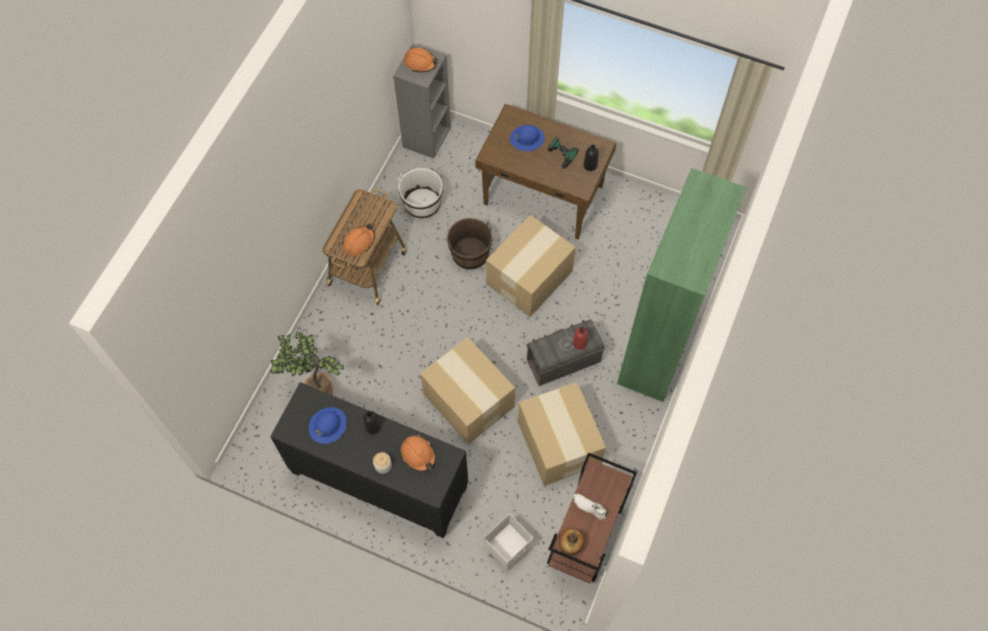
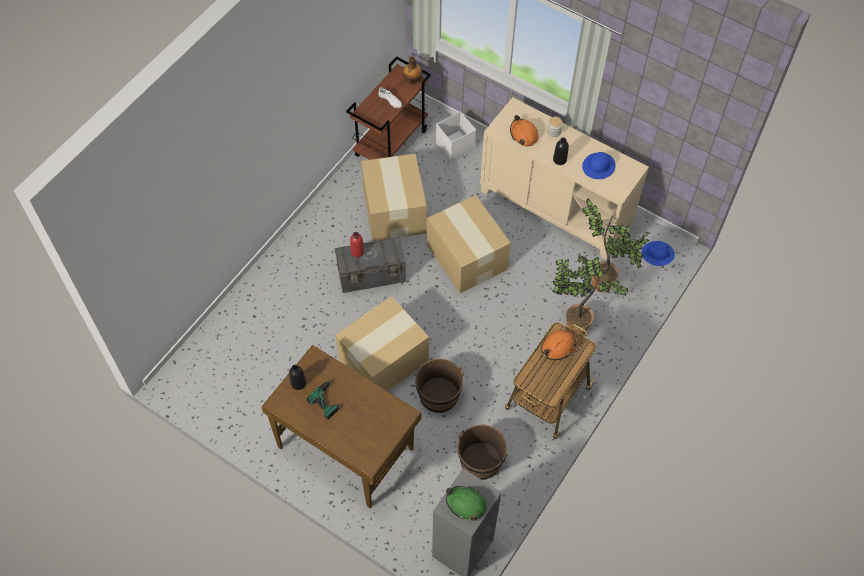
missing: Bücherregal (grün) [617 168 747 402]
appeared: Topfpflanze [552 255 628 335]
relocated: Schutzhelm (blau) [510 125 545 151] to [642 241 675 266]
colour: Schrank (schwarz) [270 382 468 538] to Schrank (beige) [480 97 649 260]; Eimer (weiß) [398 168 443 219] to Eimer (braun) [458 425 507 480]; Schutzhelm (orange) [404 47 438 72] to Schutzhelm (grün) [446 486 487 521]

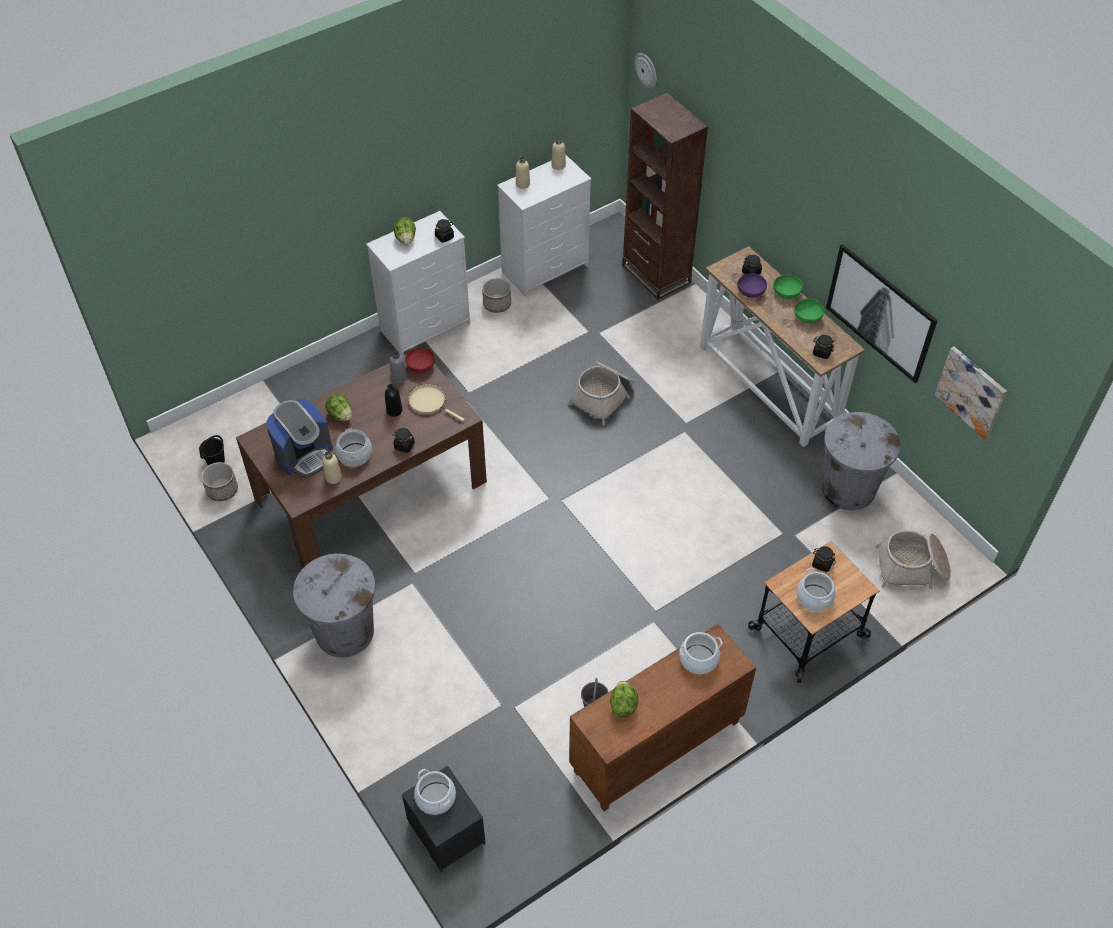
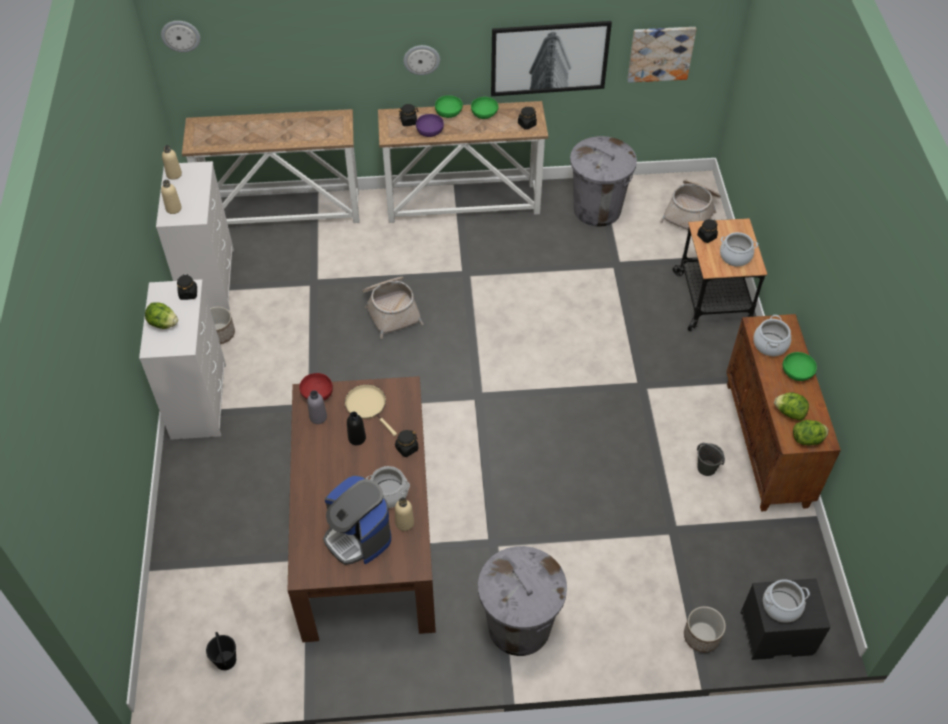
appeared: Wanduhr [403 45 440 75]; Schüssel (grün) [783 352 817 381]
relocated: Pflanzkübel [201 462 238 501] to [684 606 726 653]; Salatkopf [326 393 352 421] to [793 420 829 445]
exchanged: Bücherregal (braun) [622 92 708 299] to Konsolentisch [182 109 359 224]
spun: Kaffeemaschine [266 399 333 478] = [323 475 391 565] 150 degrees clockwise; Pfanne (beige) [408 384 465 422] = [345 384 397 436] 75 degrees clockwise

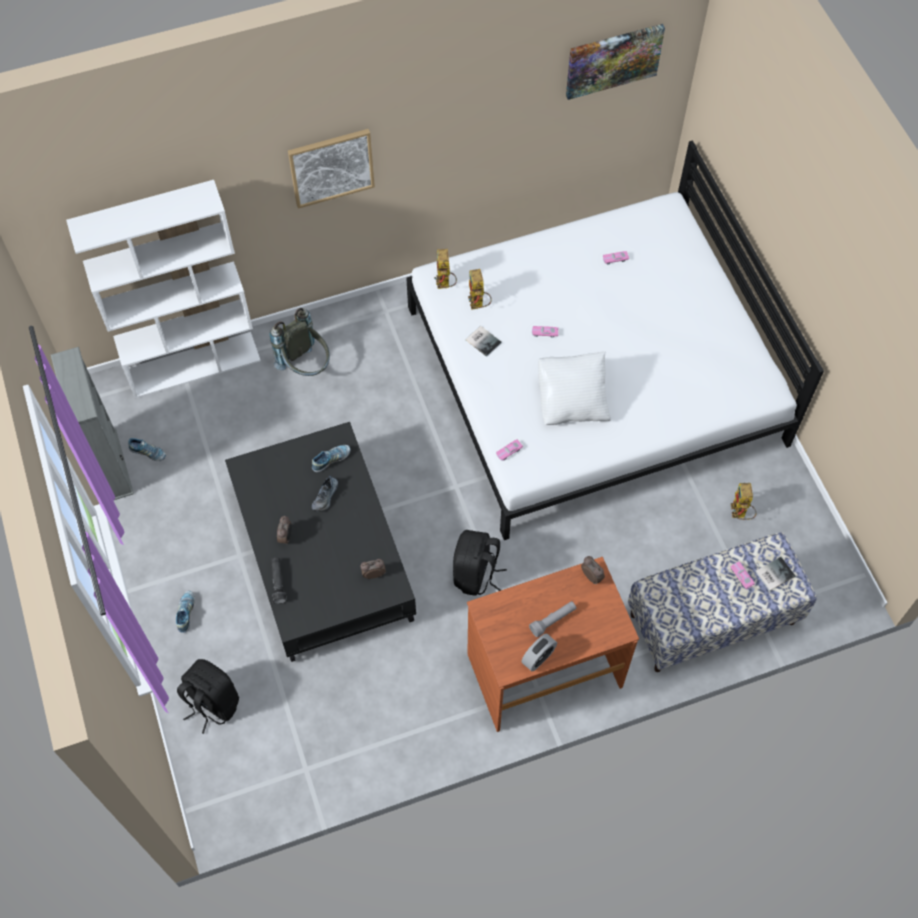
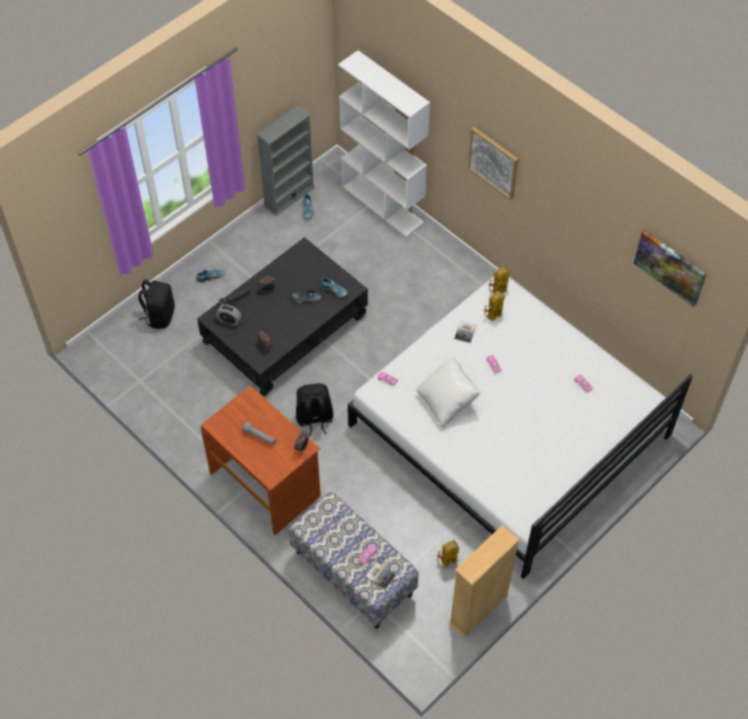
missing: Rucksack (grau) [269 308 330 376]
appeared: Bücherregal (beige) [449 525 520 638]
relocated: Wecker [521 633 557 671] to [216 304 242 326]

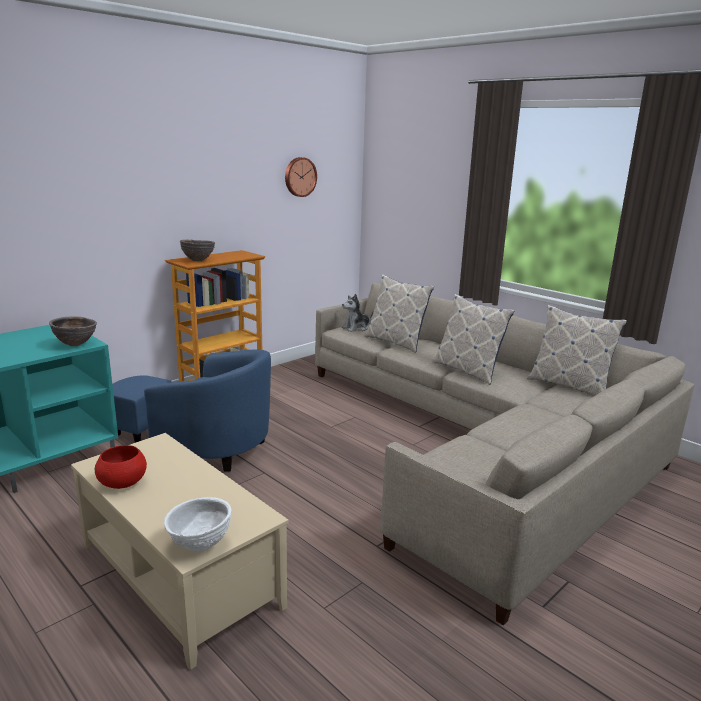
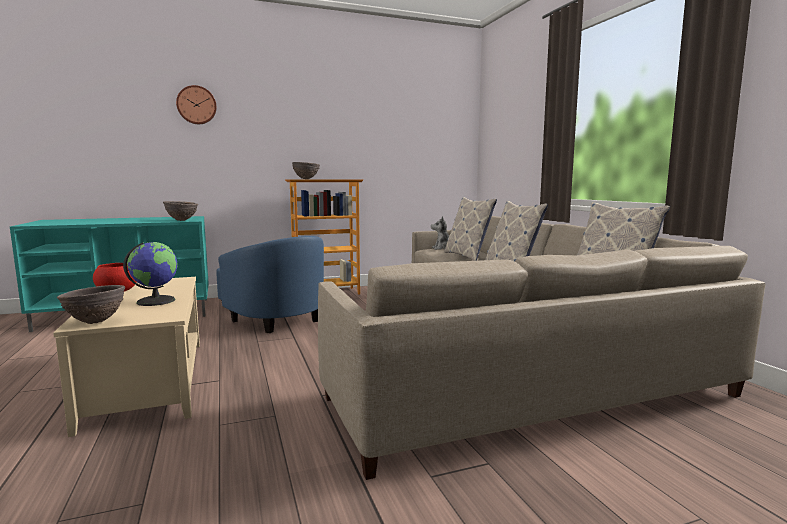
appeared: Globus [123 242 178 306]
relocated: Wanduhr [285 157 317 197] to [176 85 216 124]
colour: Schüssel (weiß) [164 497 232 552] to Schüssel (braun) [57 285 125 324]

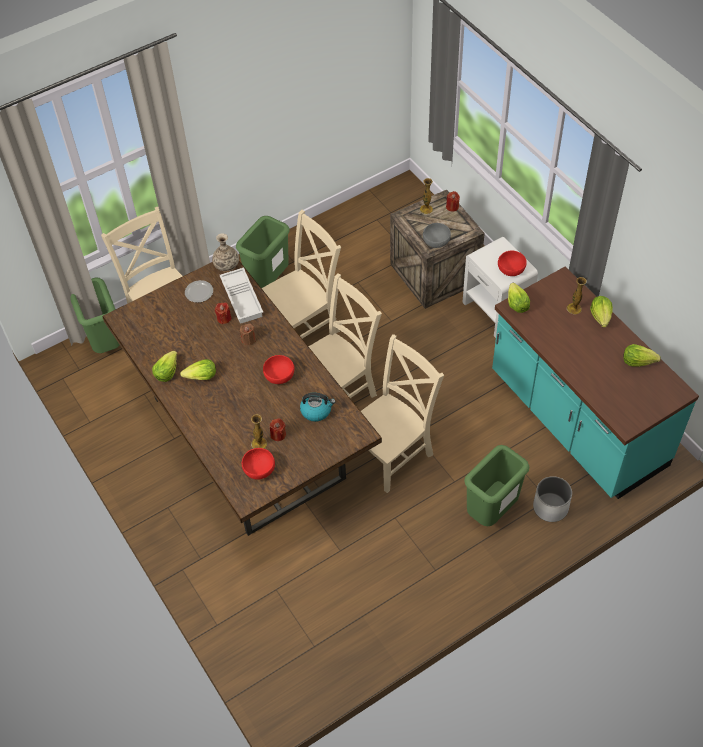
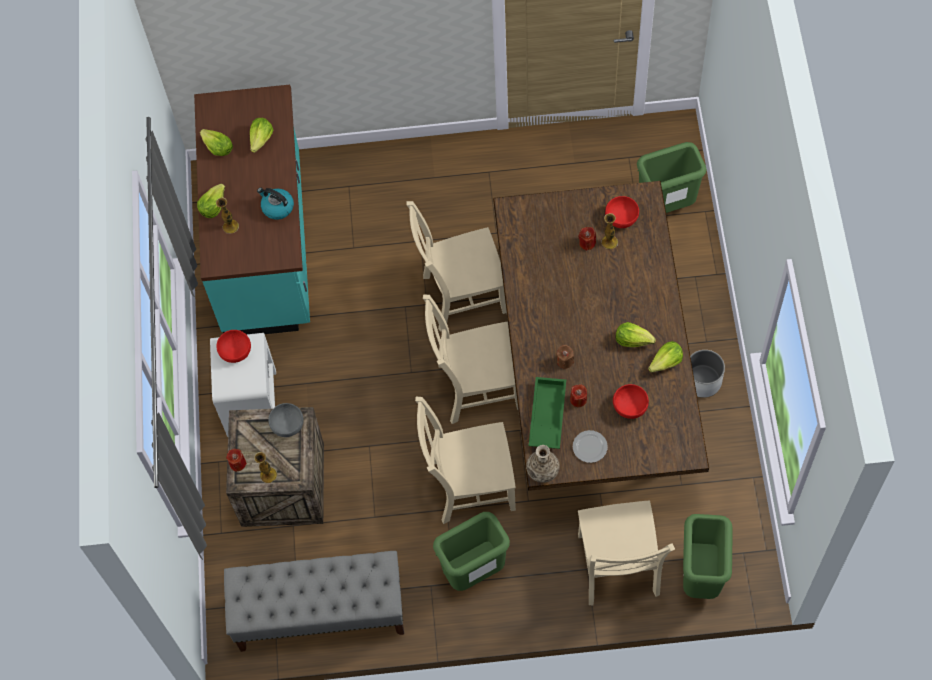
appeared: Bank (grau) [224 551 404 652]
relocated: Schüssel (rot) [263 355 294 384] to [613 384 649 419]; Wasserkessel [300 393 336 422] to [257 188 294 220]; Mülleimer (grün) [464 445 529 526] to [637 142 707 213]; Salatkopf [508 283 530 313] to [250 118 273 153]; Pflanzkübel (weiß) [533 476 572 522] to [690 350 725 398]
colour: Tablett (weiß) [219 267 263 324] to Tablett (grün) [529 377 566 449]

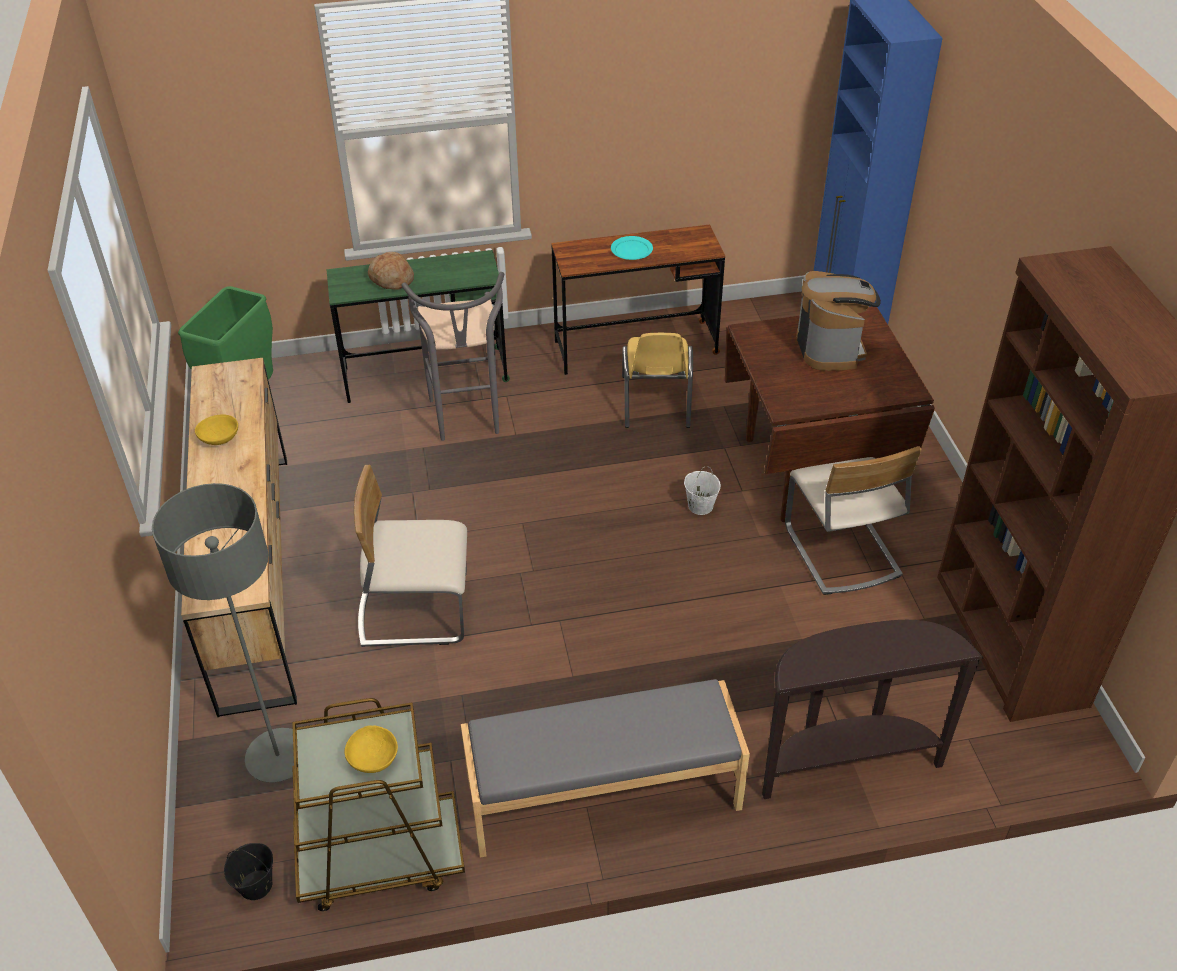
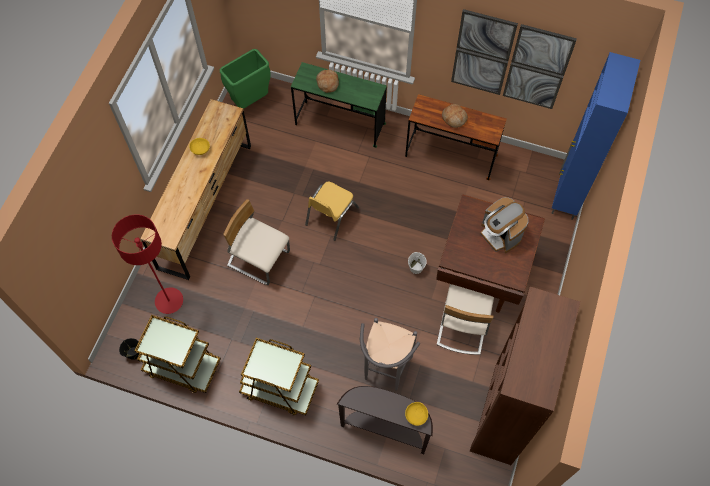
appeared: Bild [451 9 577 109]
relocated: Schüssel (gelb) [344 725 398 773] to [405 402 428 426]; Hocker (grau) [401 272 504 441] to [360 318 420 391]; Stuhl (gelb) [622 333 693 428] to [305 181 359 241]
exchanged: Bank (grau) [461 679 750 858] to Rollwagen (braun) [239 338 319 415]; Teller (türkis) [611 236 653 260] to Brot [442 104 468 128]
colour: Stehlampe (grau) [152 483 294 782] to Stehlampe (rot) [112 214 183 314]
spun: Kaffeemaschine [796 271 881 371] = [480 197 529 253] 120 degrees clockwise

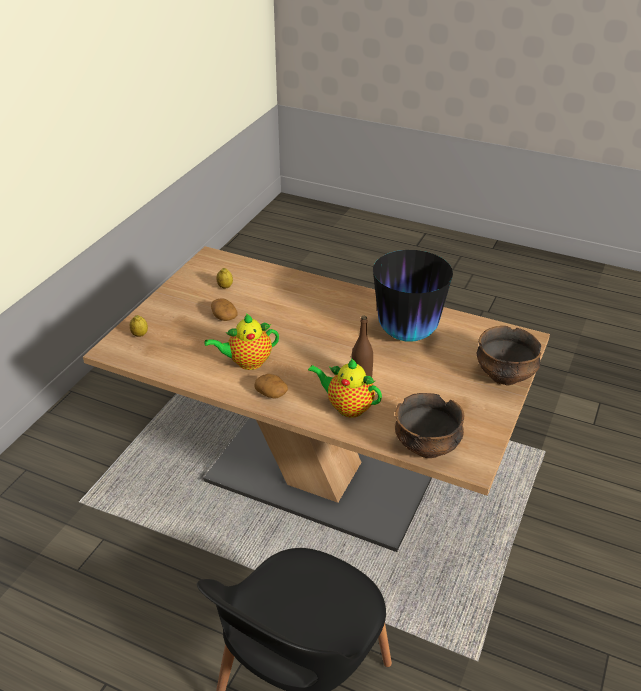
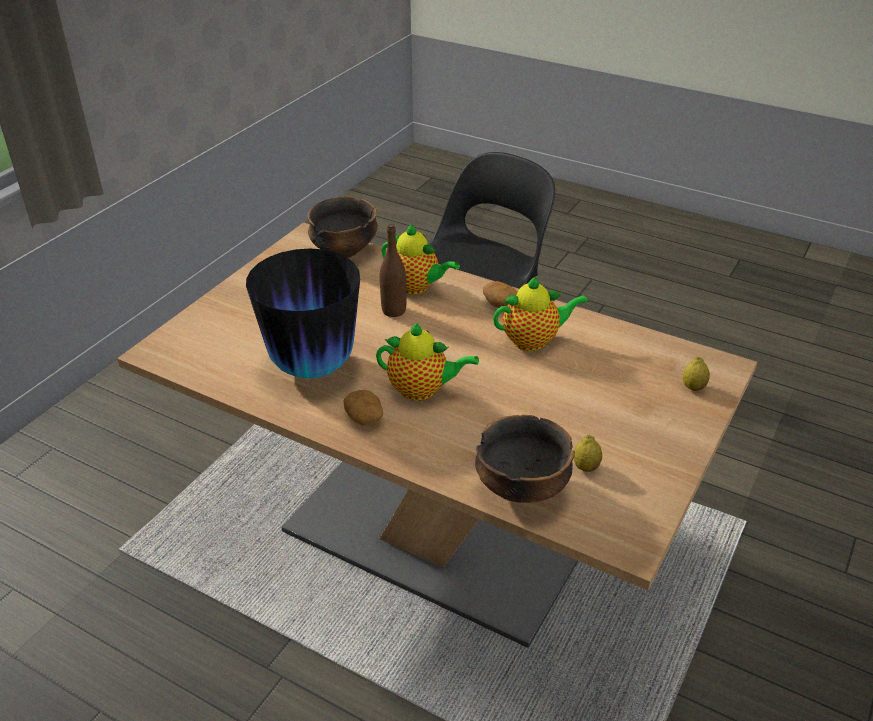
appeared: Teekanne [376 323 479 401]
relocated: Kartoffel [211 298 238 321] to [343 390 383 426]; Schüssel [476 326 541 385] to [475 415 575 503]

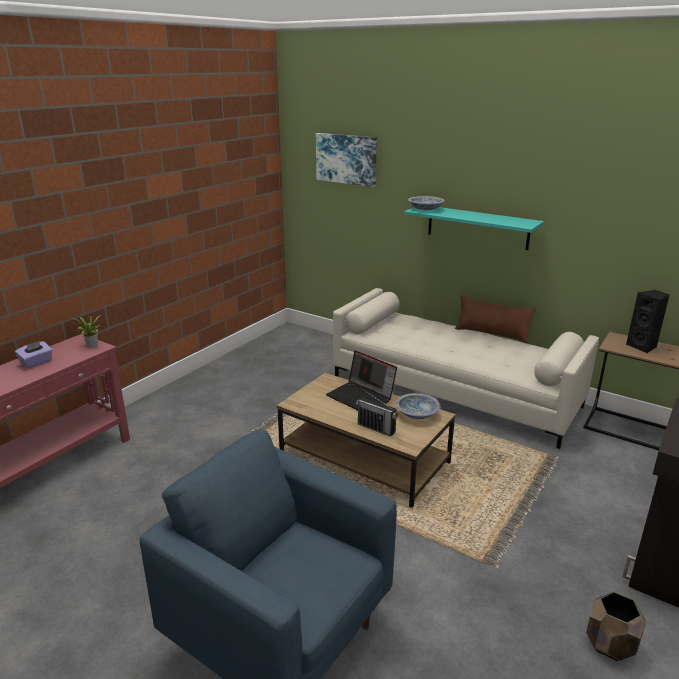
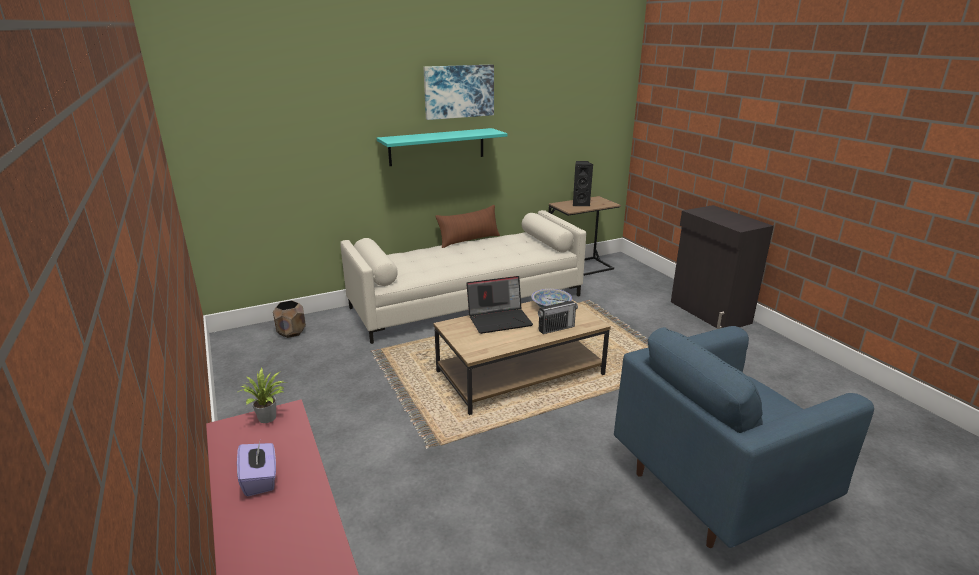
missing: Schüssel [408 196 445 210]
relocated: Bild [316 133 377 187] to [424 65 494 120]; Pflanzkübel (braun) [586 592 646 661] to [273 300 306 338]

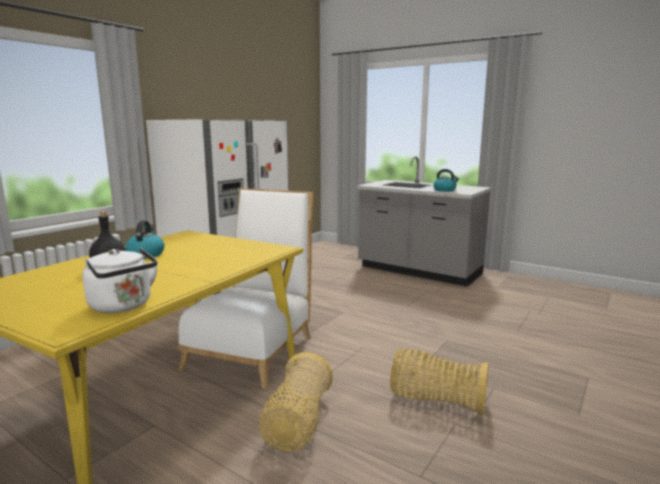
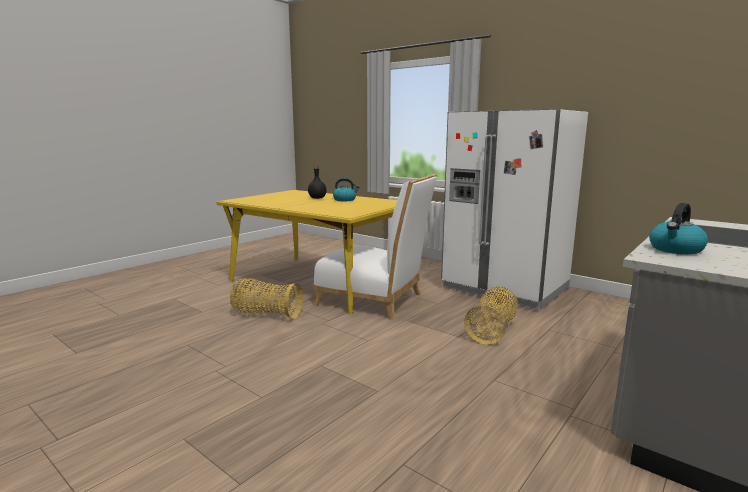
missing: Wasserkessel (weiß) [82 248 158 313]
relocated: Korb [390 349 489 416] to [464 286 518 345]

